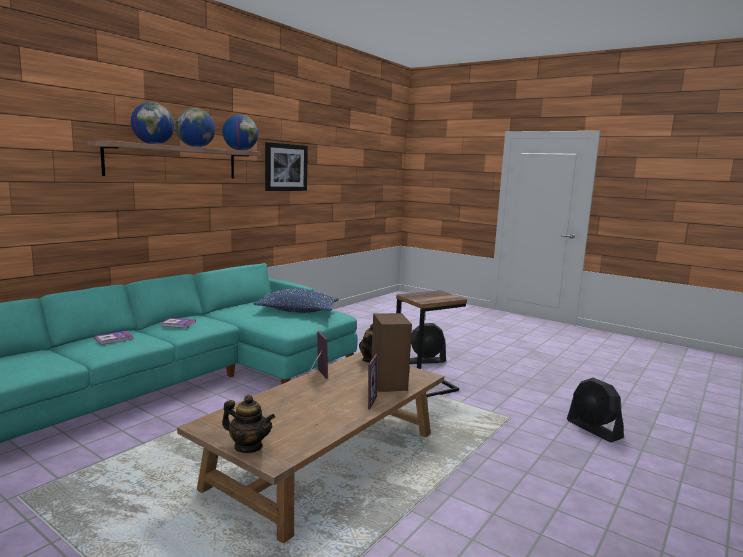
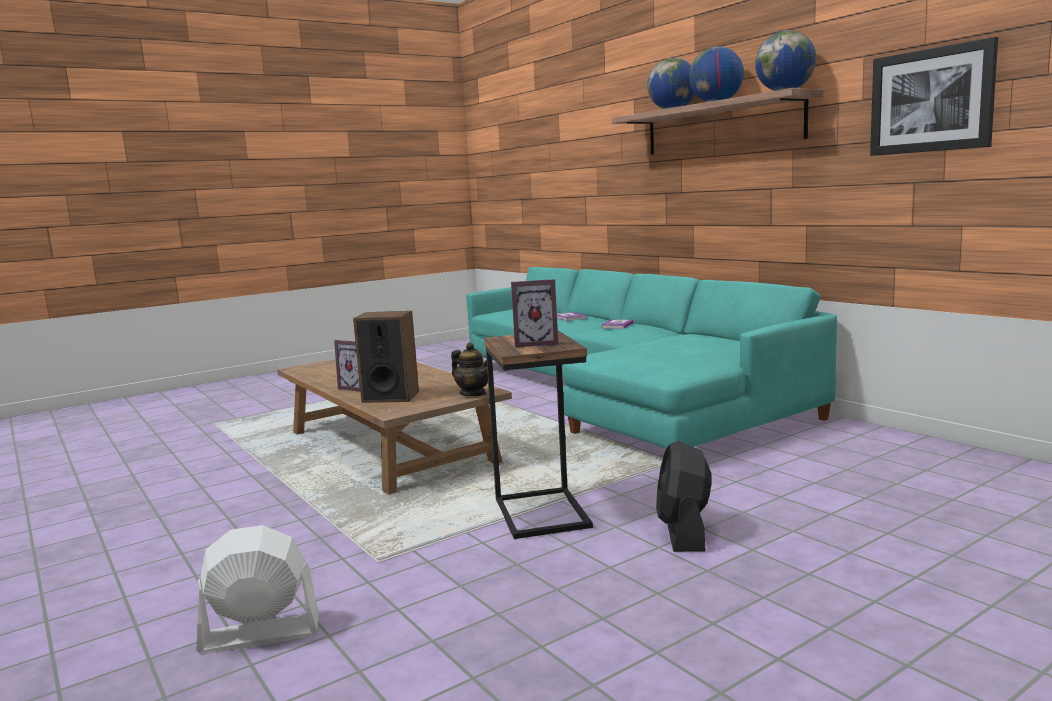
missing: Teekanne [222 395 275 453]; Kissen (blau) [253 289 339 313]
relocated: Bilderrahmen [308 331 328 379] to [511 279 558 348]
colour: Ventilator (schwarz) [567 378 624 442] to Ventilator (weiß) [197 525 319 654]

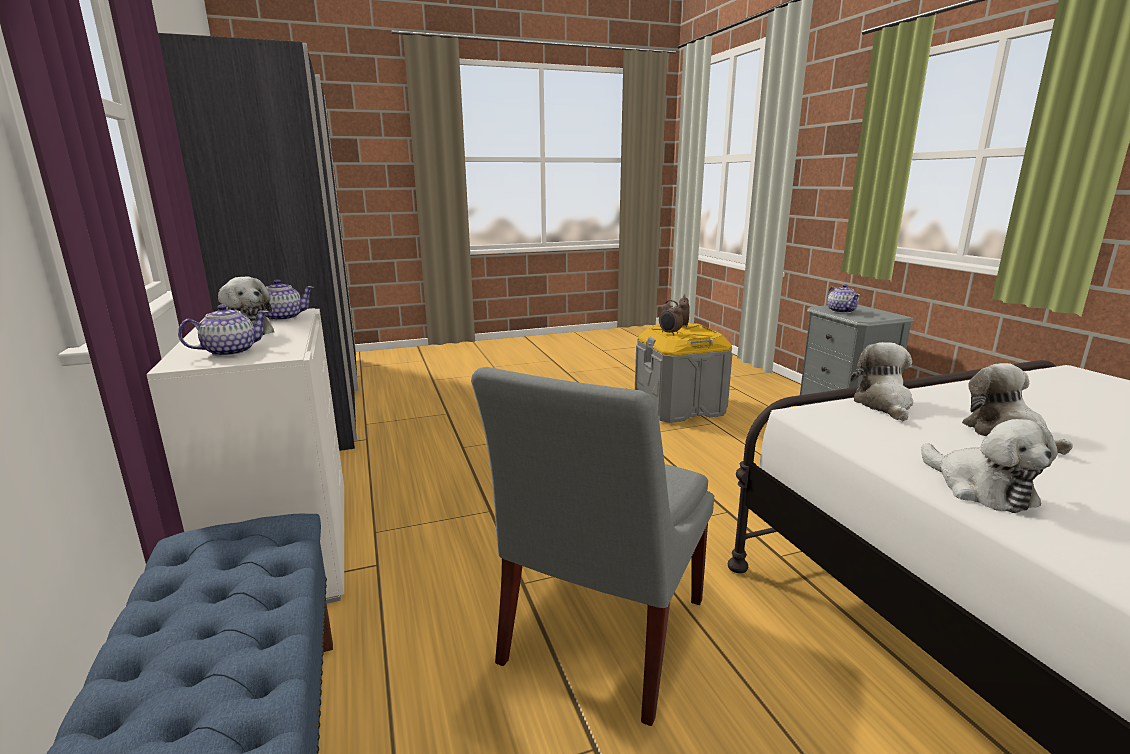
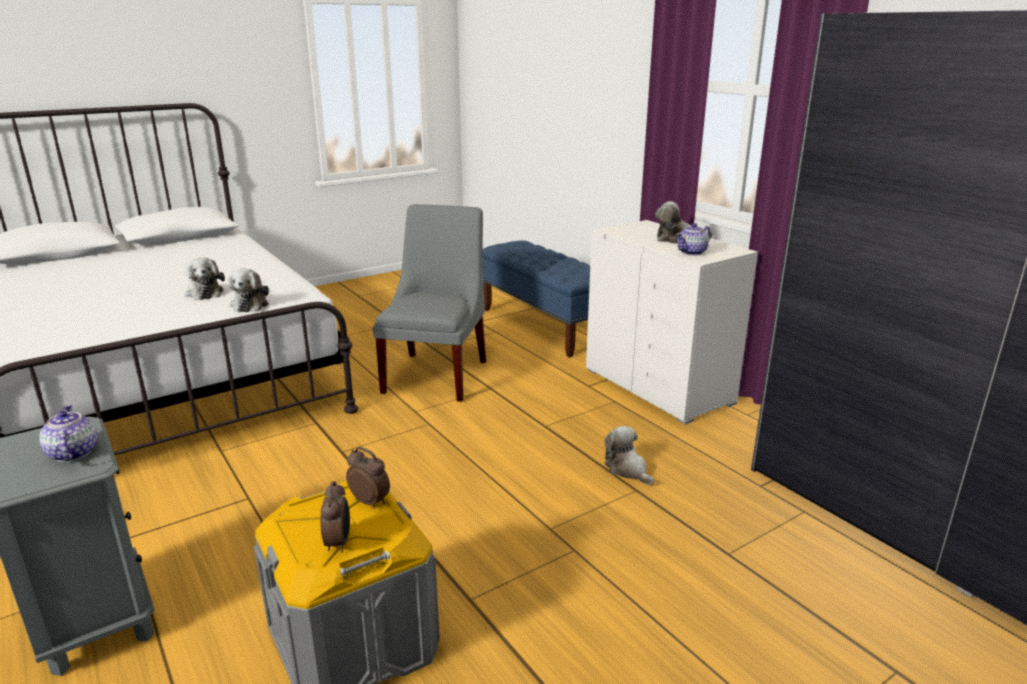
missing: Teekanne [178 305 269 357]
relocated: Plüschtier [921 419 1058 513] to [605 426 654 485]

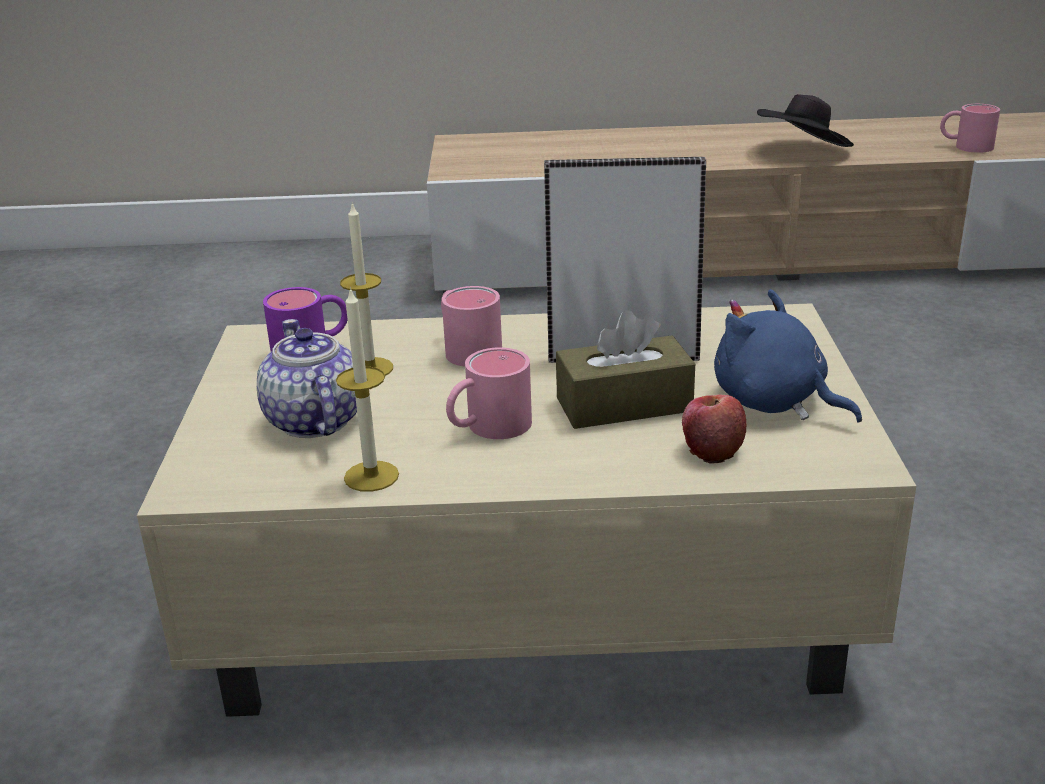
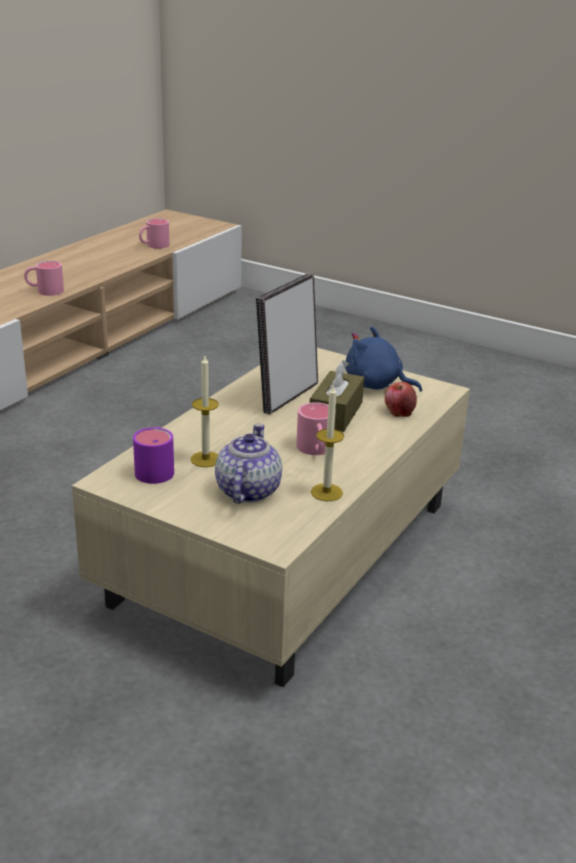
missing: Hut (schwarz) [757 94 854 147]
relocated: Henkelbecher (rosa) [441 286 502 367] to [24 261 64 296]
spun: Teekanne [257 319 357 438] = [215 424 282 504] 90 degrees clockwise; Plüschtier (blau) [714 289 862 423] = [345 326 422 392] 45 degrees clockwise

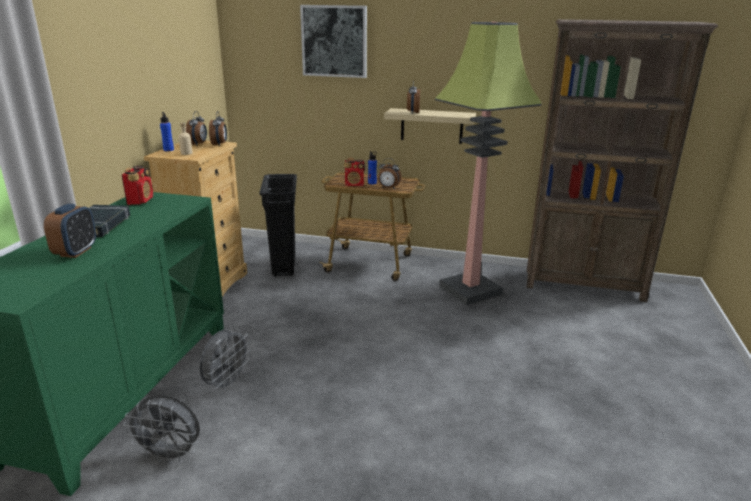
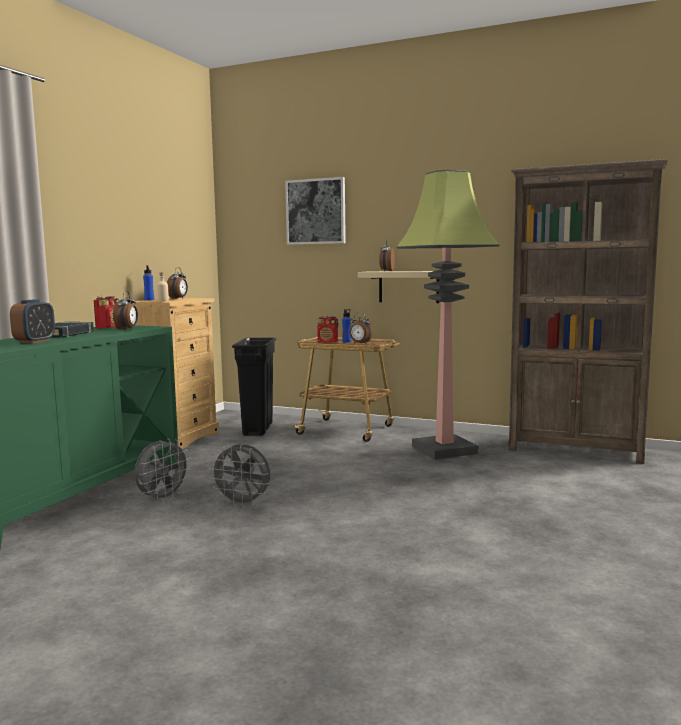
relocated: Ventilator (grau) [123 394 200 464] to [209 443 270 507]; Wecker [209 111 227 146] to [113 291 138 330]

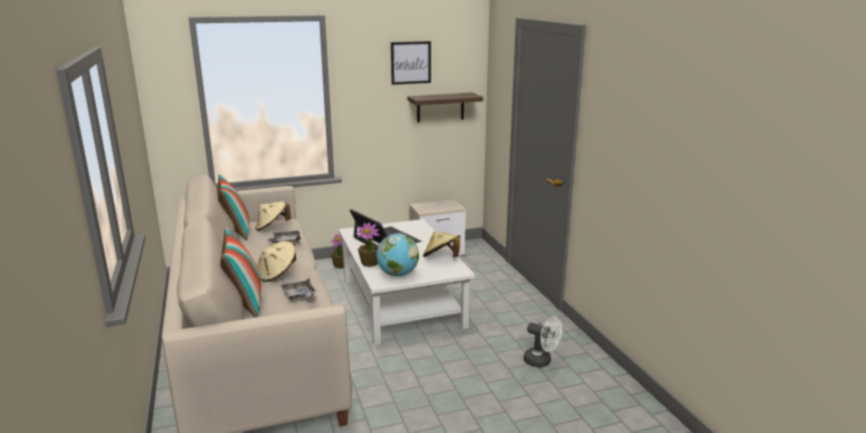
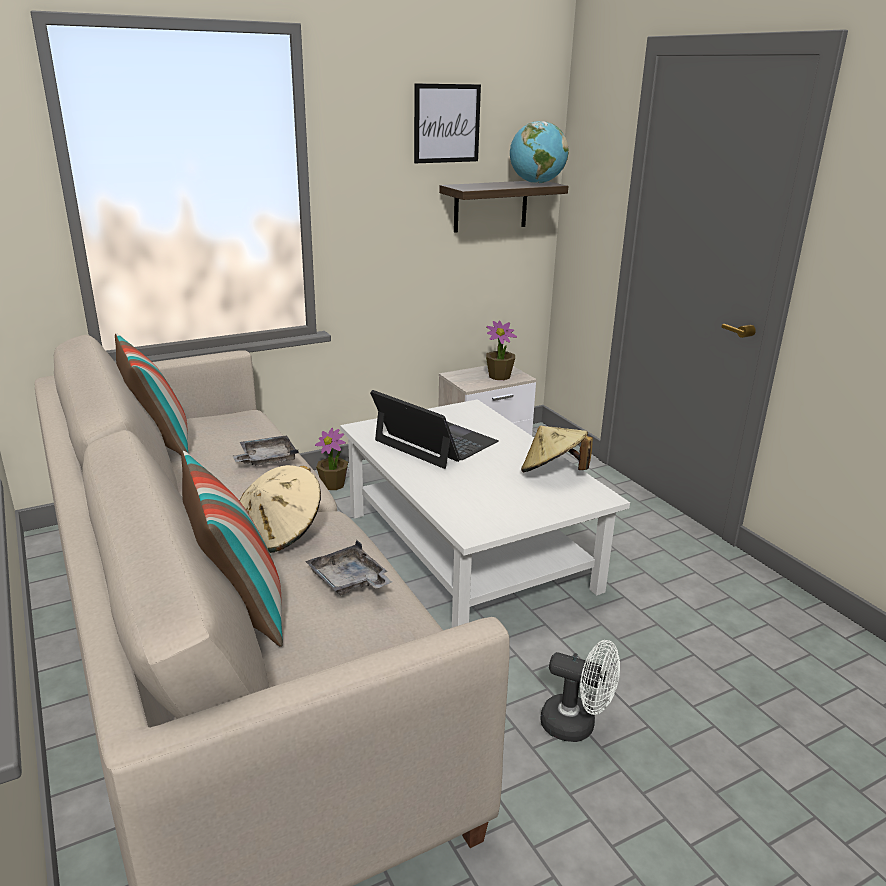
missing: Hut (beige) [255 201 291 231]
relocated: Topfpflanze [357 222 379 267] to [486 321 517 380]; Globus [376 234 419 277] to [510 121 568 184]; Ventilator (weiß) [524 316 562 367] to [540 640 620 742]

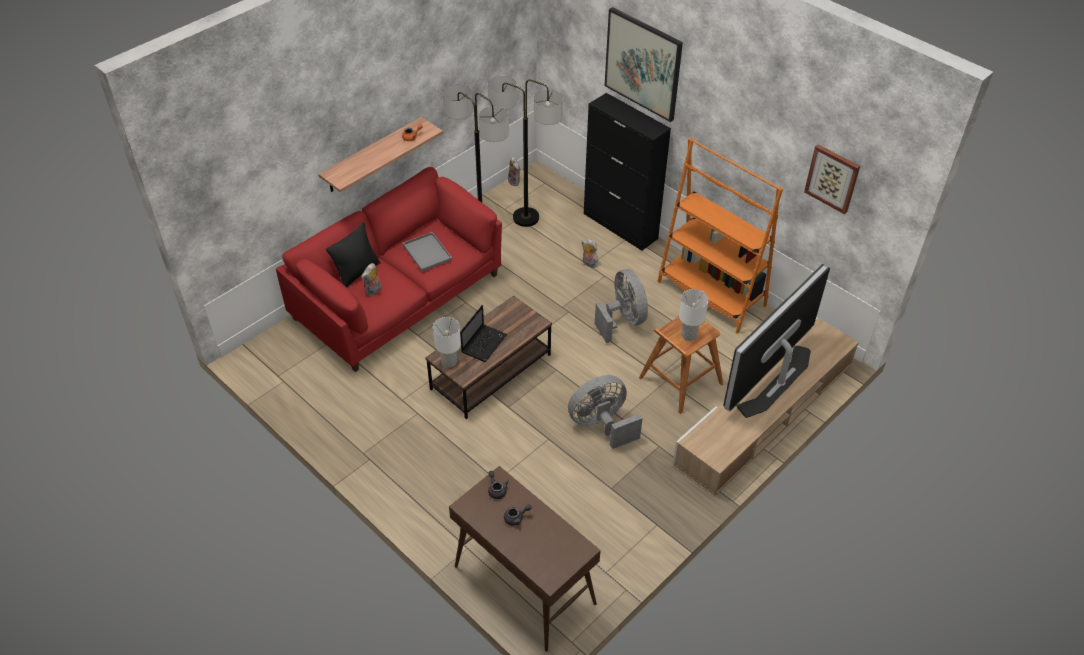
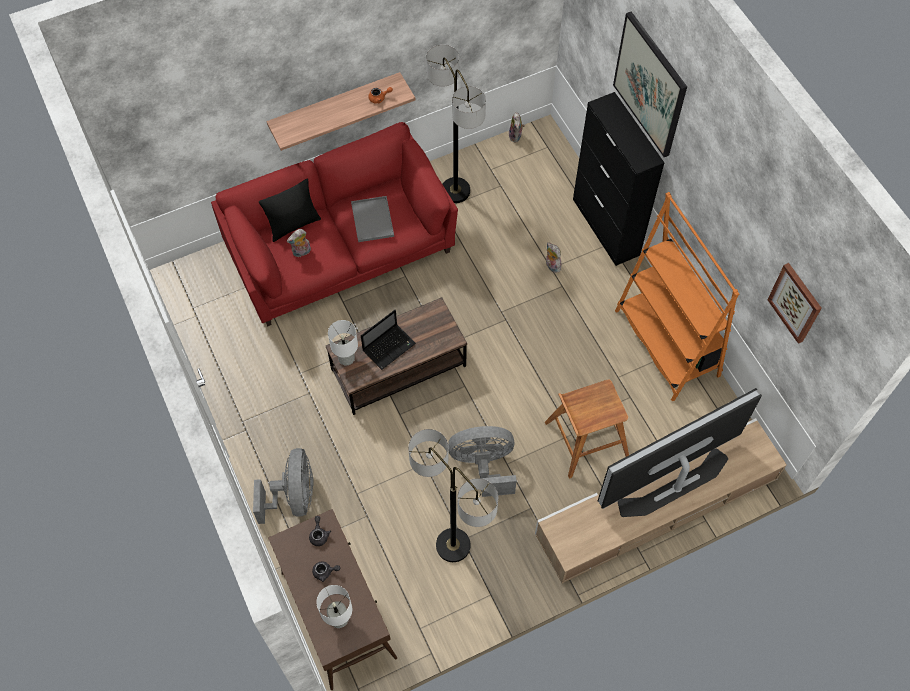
relocated: Stehlampe [488 76 563 227] to [408 429 498 562]; Ventilator (grau) [595 269 648 343] to [253 448 314 524]; Tischlampe (weiß) [679 289 709 341] to [316 585 352 628]

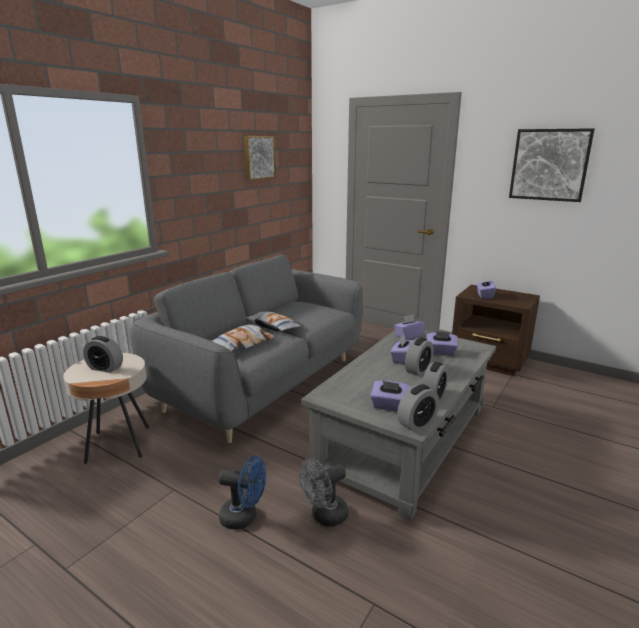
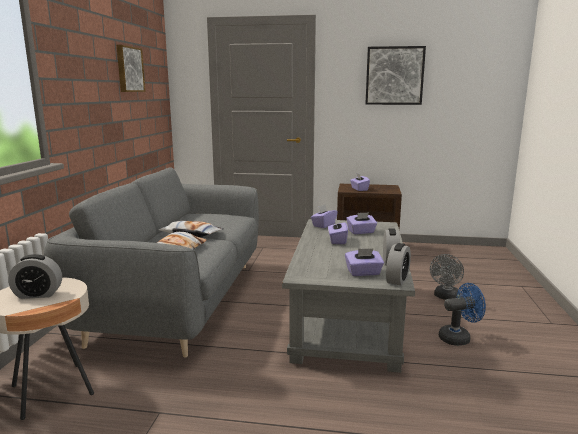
missing: Wecker [405 337 433 376]
relocated: Ventilator (blau) [218 456 266 530] to [439 283 486 346]; Ventilator (grau) [299 458 348 527] to [430 254 464 300]

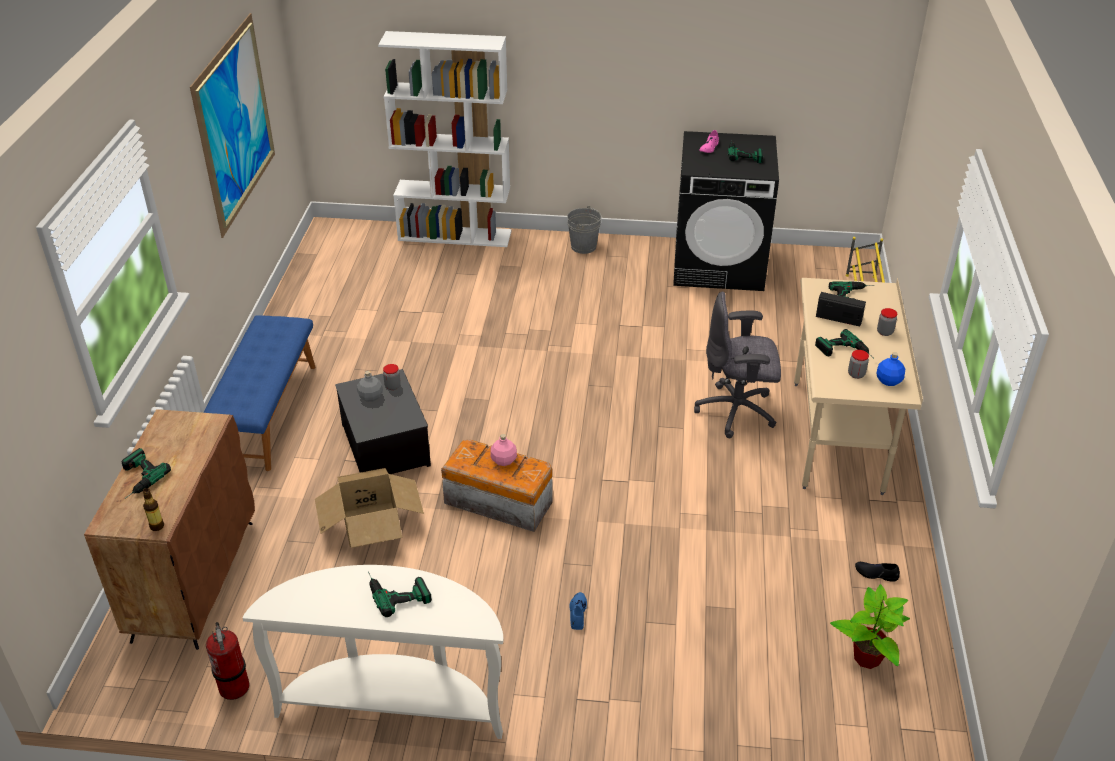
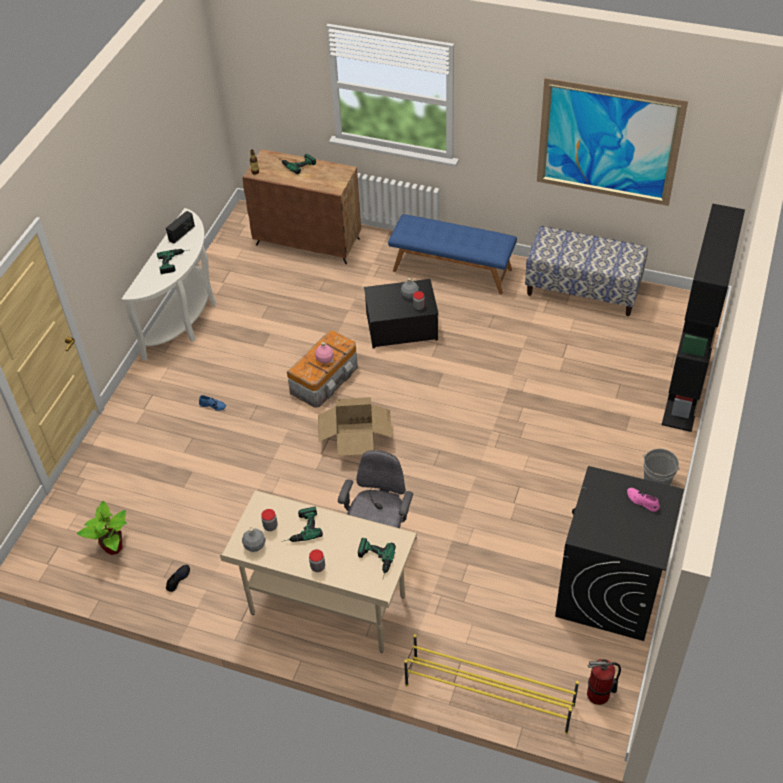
missing: Bohrmaschine [728 142 763 163]
appeared: Bank [525 226 648 316]
relocated: Feuerlöscher [206 622 249 700] to [587 659 621 705]; Karton [315 468 424 548] to [318 397 392 456]; Radio [816 292 866 326] to [166 211 195 243]
colour: Bücherregal (weiß) [378 31 512 247] to Bücherregal (schwarz) [662 203 745 432]; Flasche (blau) [877 352 905 386] to Flasche (grau) [242 527 266 552]

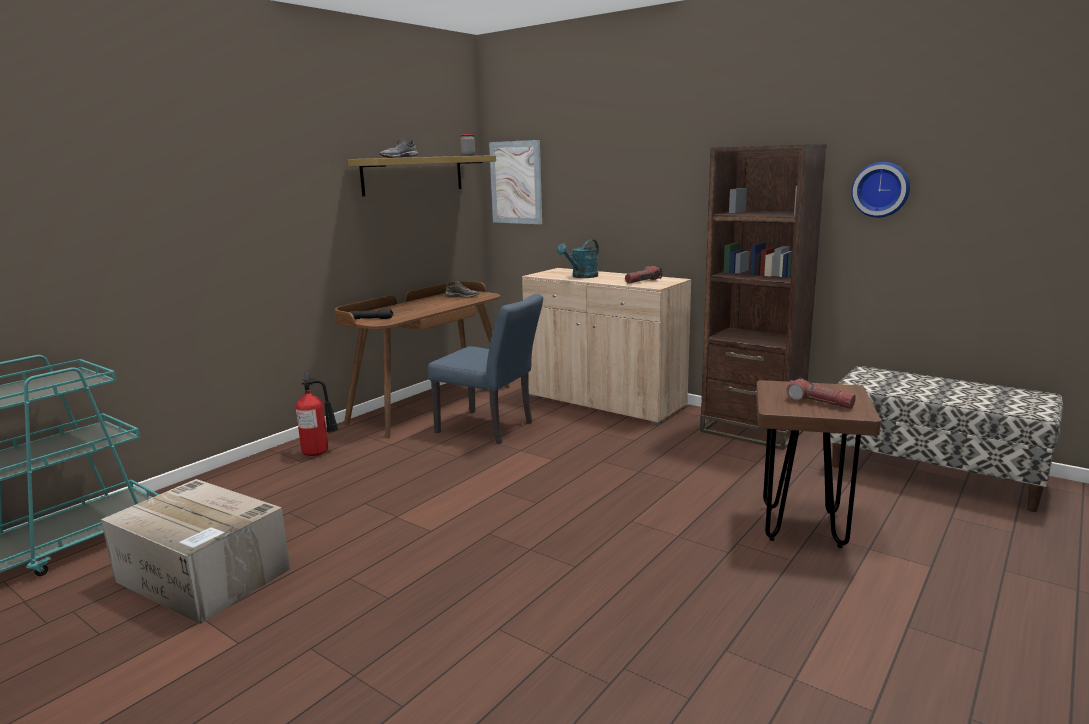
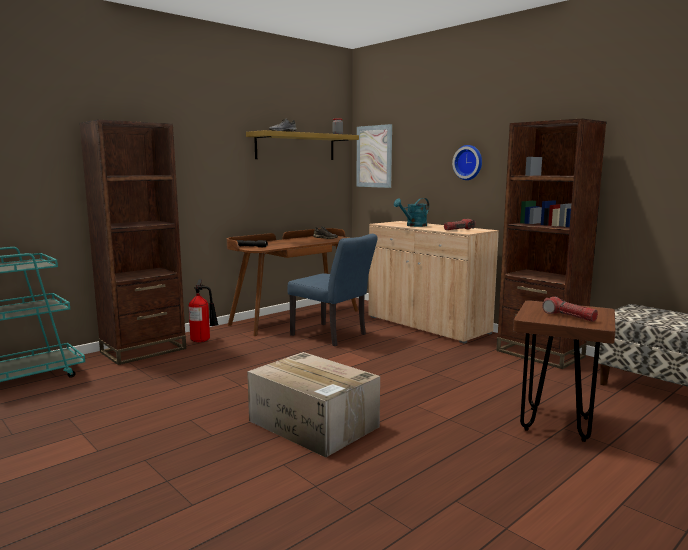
appeared: Bücherregal (braun) [79 120 186 365]
relocated: Karton [101 479 291 624] to [247 352 380 458]; Wanduhr [851 162 910 218] to [452 145 482 180]

